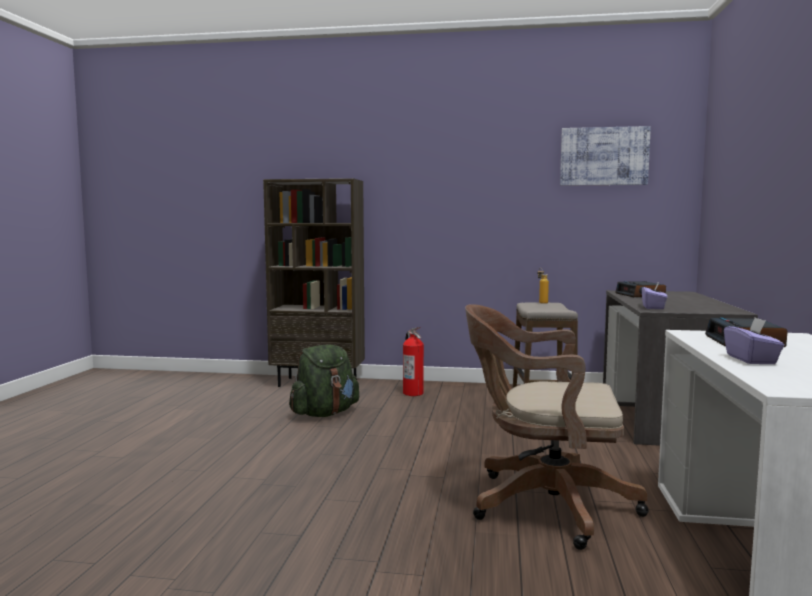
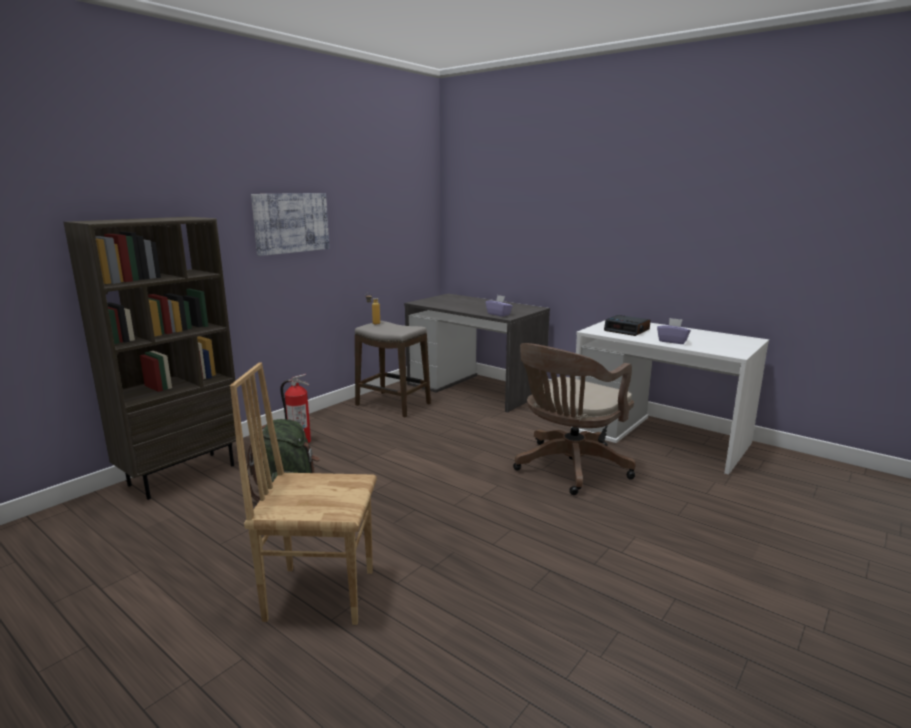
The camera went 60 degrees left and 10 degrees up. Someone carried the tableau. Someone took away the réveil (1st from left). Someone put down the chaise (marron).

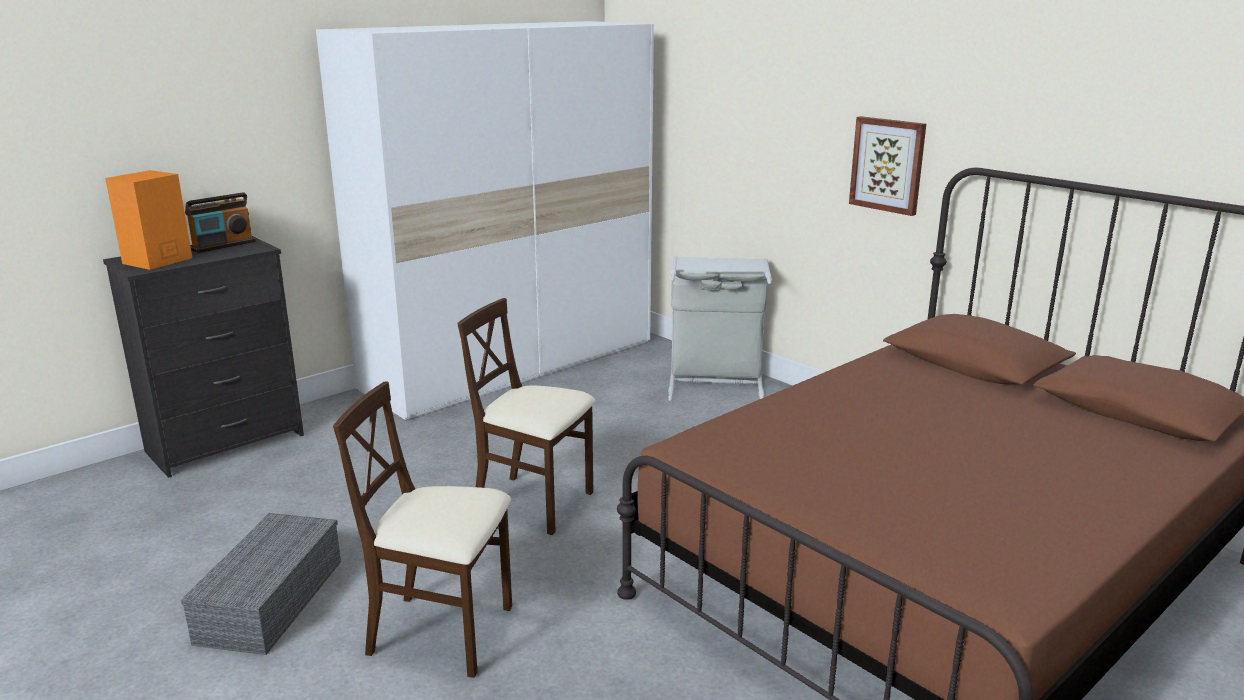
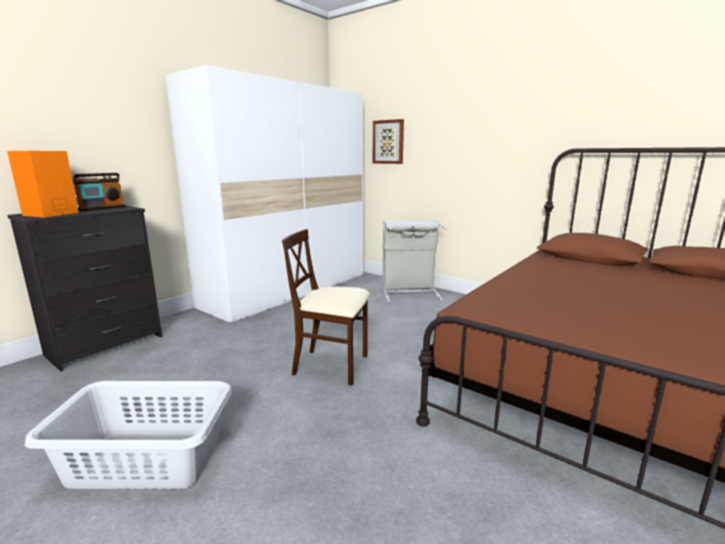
The camera went 10 degrees left and 5 degrees down. Someone carried the tableau. Someone took away the chaise (beige) (1st from left). Someone swapped the boîte de rangement (gris) for the panier à linge (gris) (1st from left).

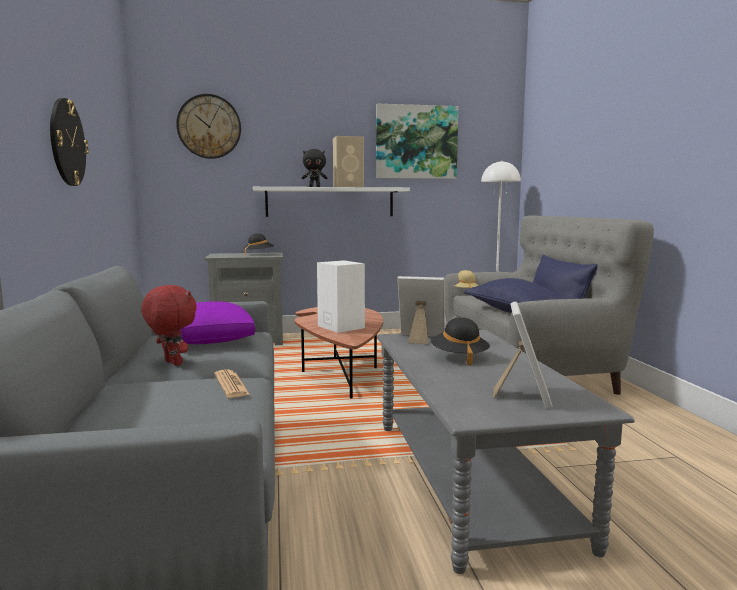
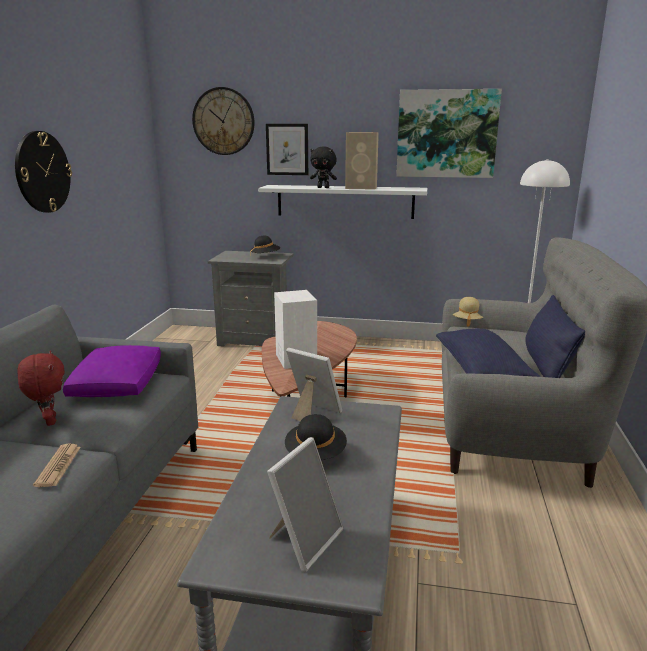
The camera went 20 degrees right and 10 degrees up. Someone put up the tableau (1st from left).

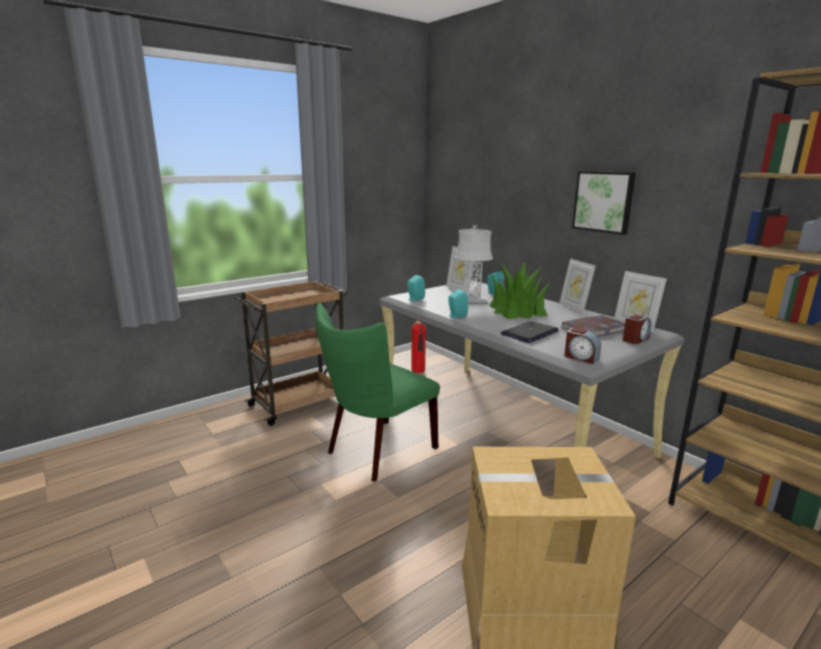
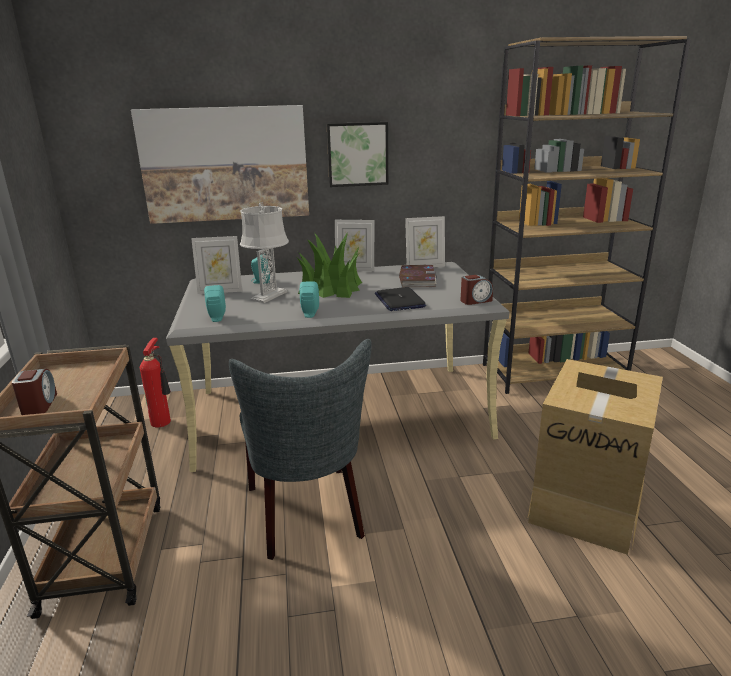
The camera went 60 degrees left and 5 degrees up. Someone repainted the chaise (vert), which became the chaise (gris). Someone carried the réveil (2nd from left in the first image). Someone put up the tableau (1st from left).

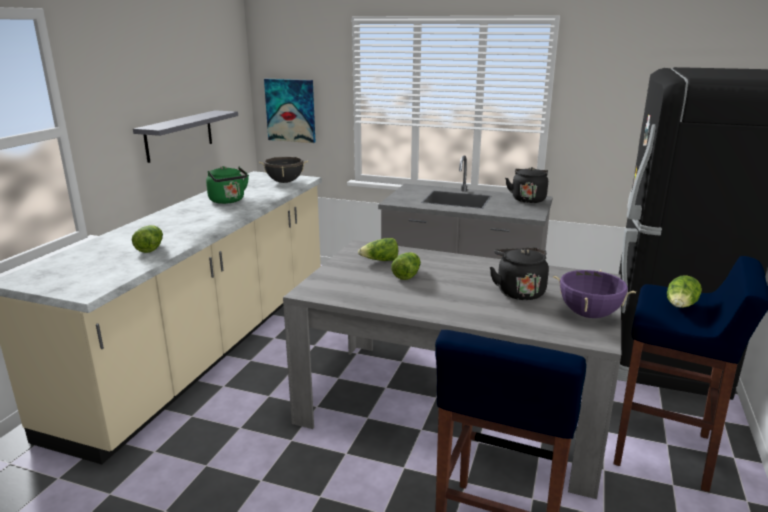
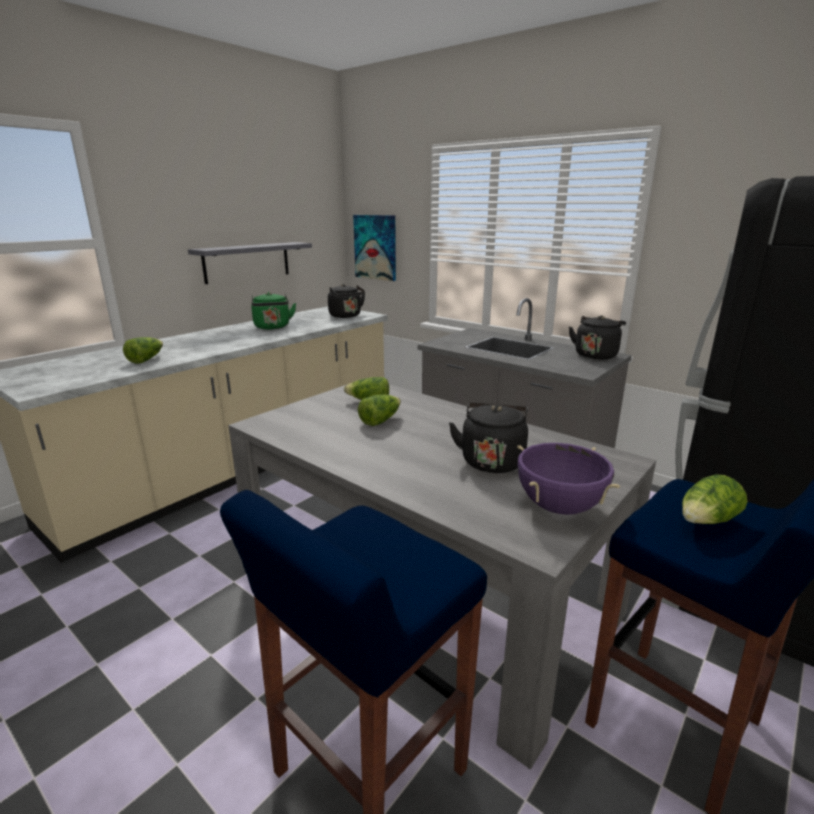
The camera went 20 degrees right and 0 degrees up. Someone swapped the marmite (noir) for the bouilloire (noir) (1st from left).

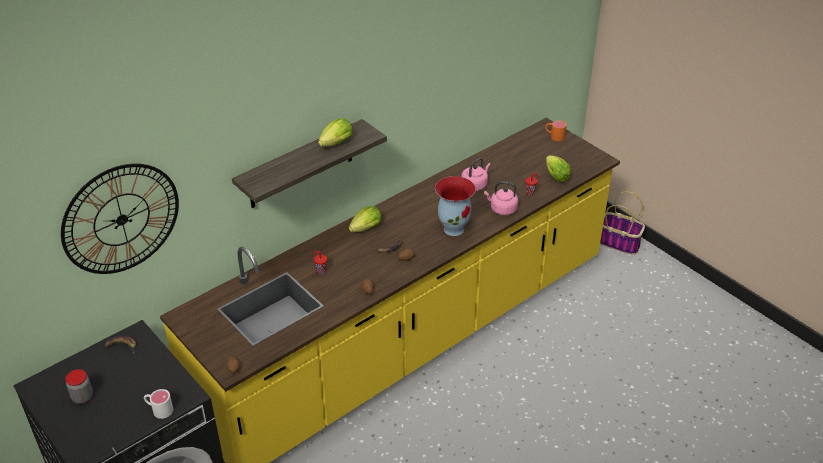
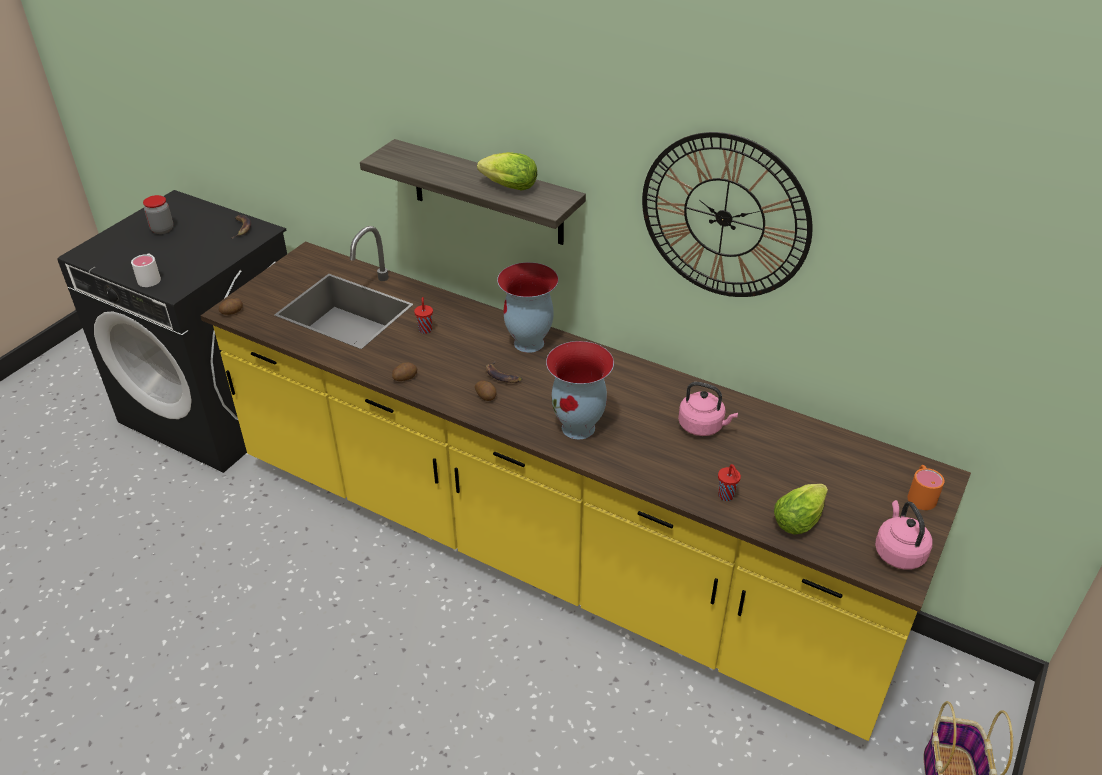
The camera went 70 degrees right and 0 degrees up. Someone carried the horloge murale. Someone carried the bouilloire (rose) (2nd from left). Someone swapped the laitue (2nd from left) for the vase (1st from left).

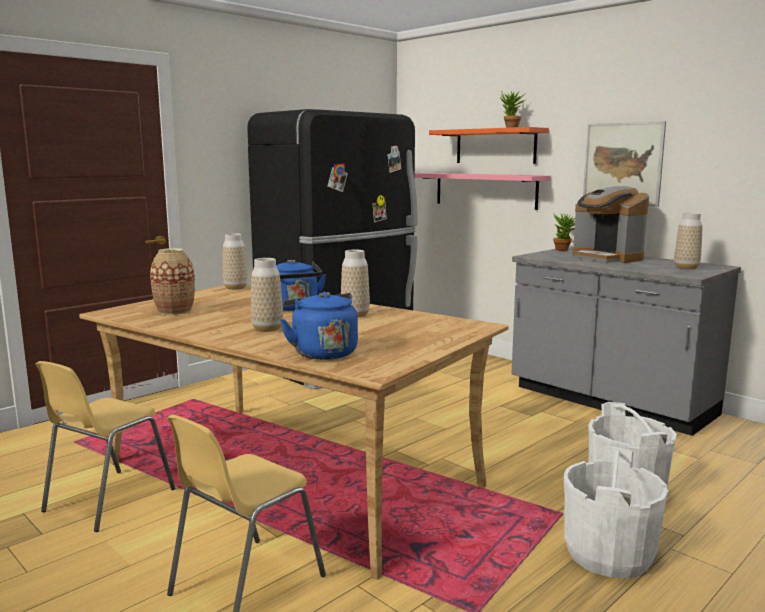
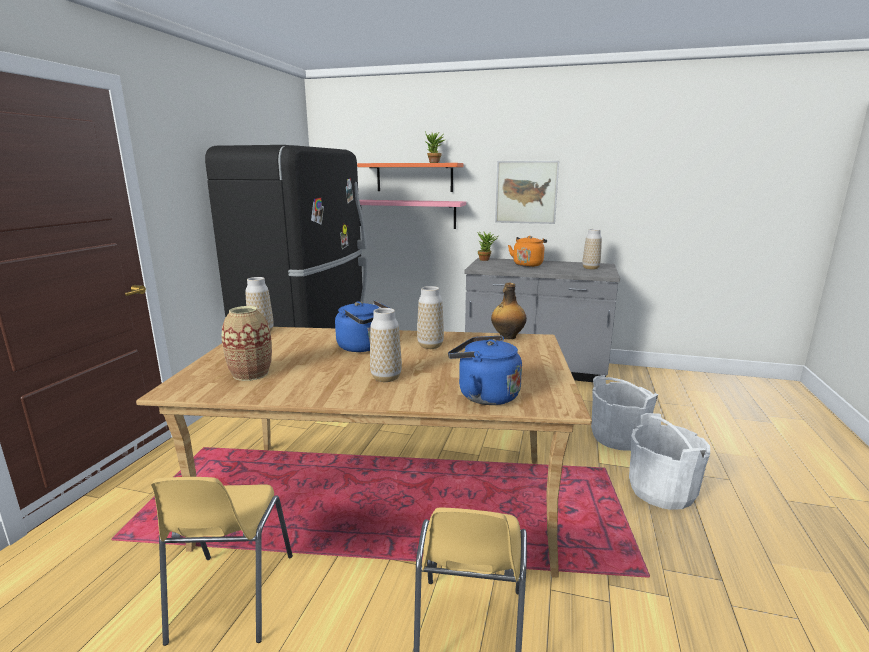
The camera went 30 degrees left and 5 degrees up. Someone swapped the machine à café for the bouilloire (orange). Someone put down the bouteille.

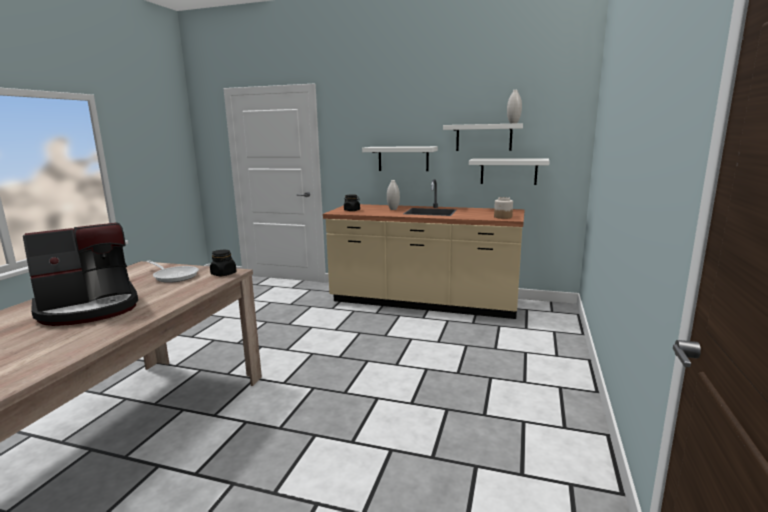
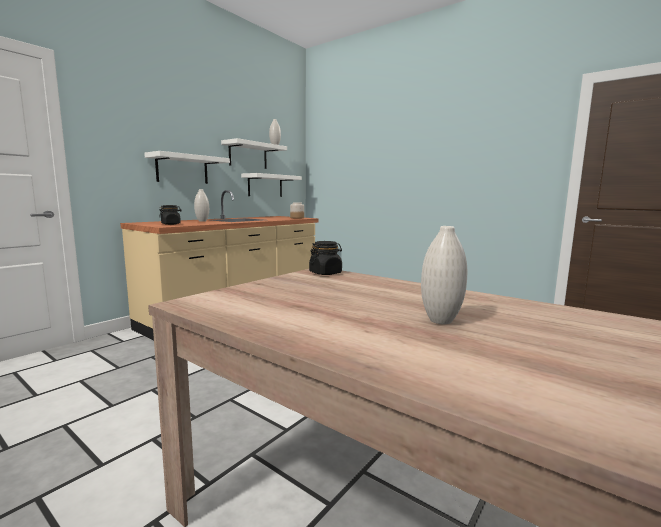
The camera went 70 degrees left and 5 degrees down. Someone swapped the machine à café for the vase (blanc) (3rd from left). Someone took away the poêle.

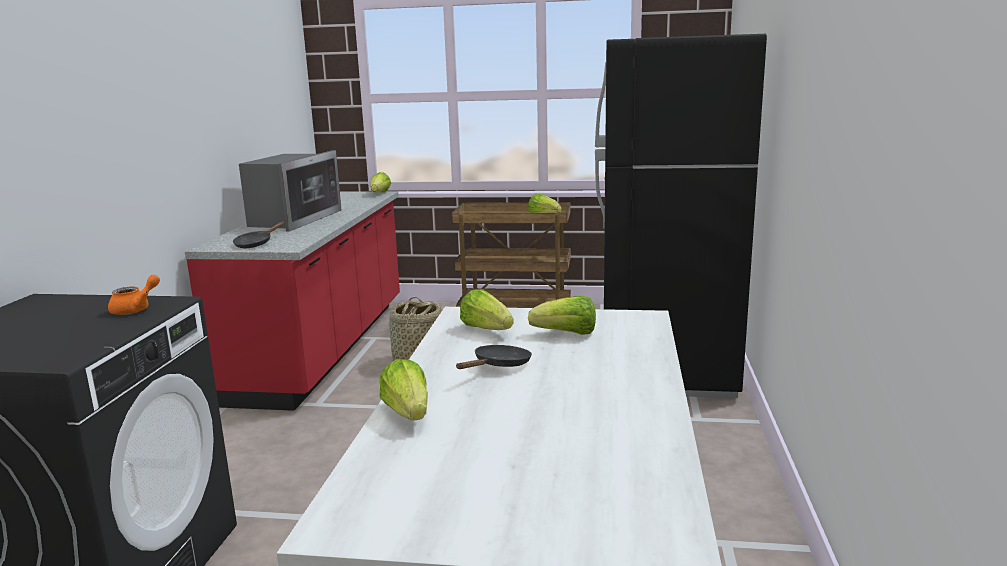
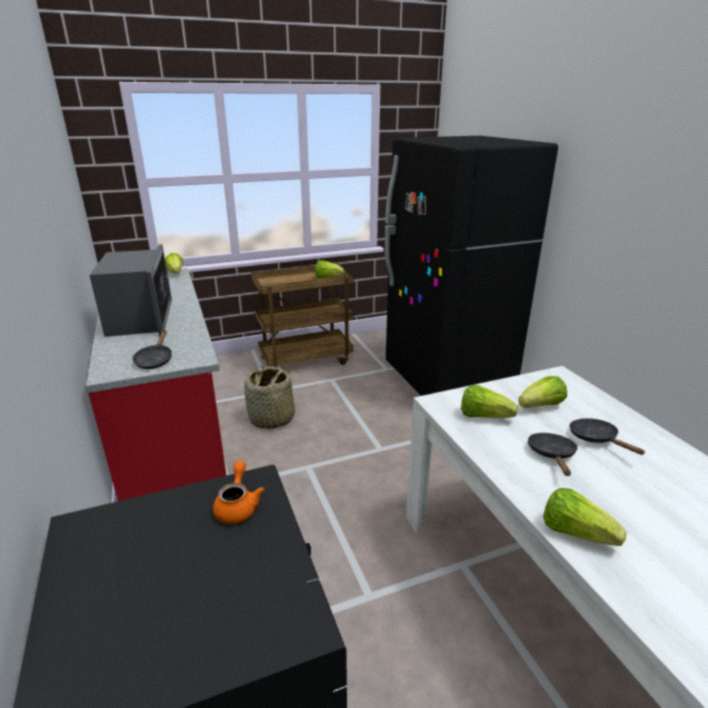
The camera went 30 degrees left and 10 degrees up. Someone put down the poêle (noir) (3rd from left).

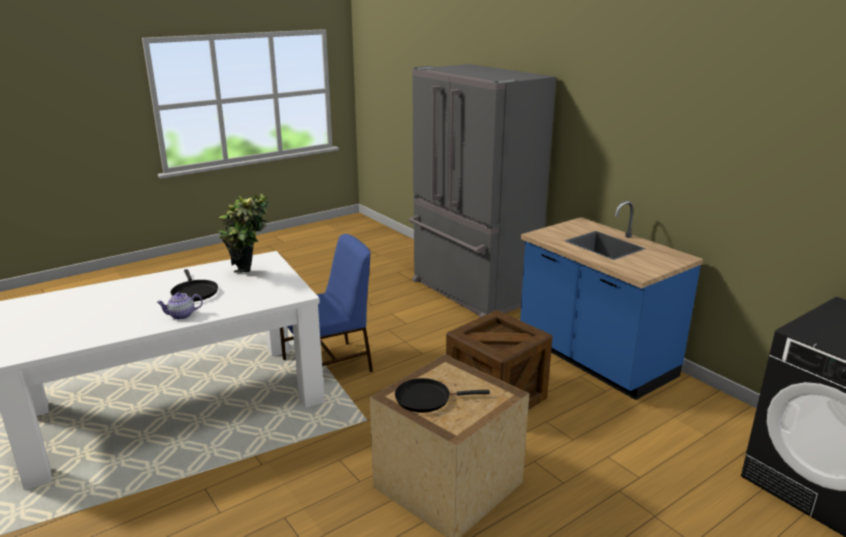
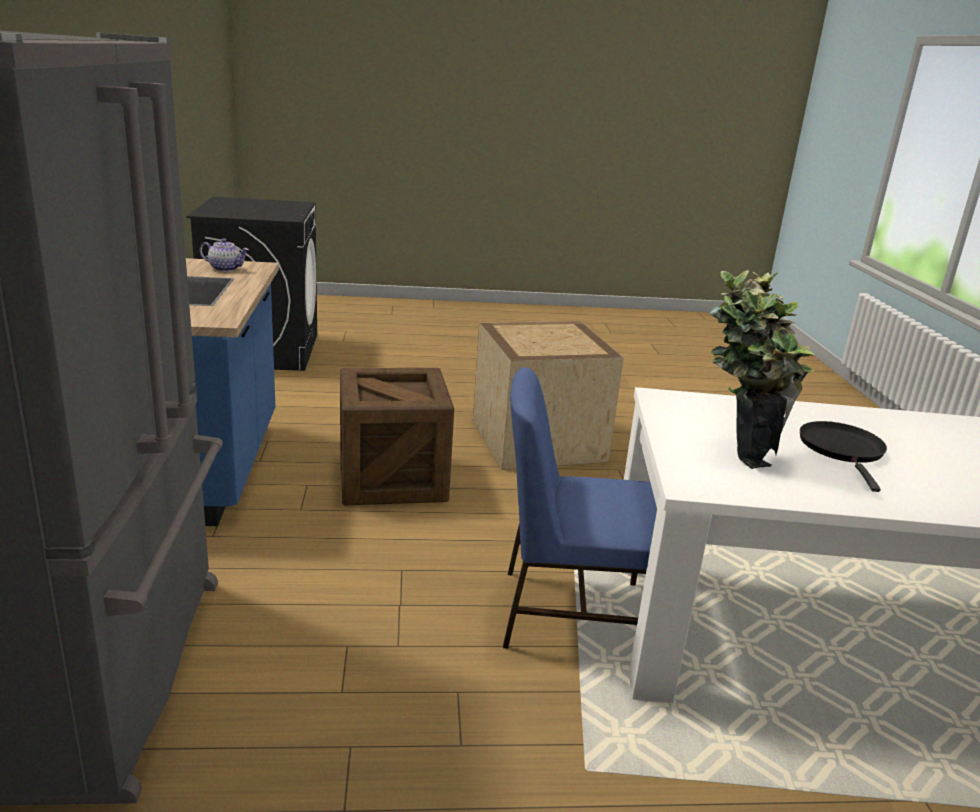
The camera went 150 degrees left and 0 degrees up. Someone carried the théière. Someone took away the poêle (noir) (2nd from left).

